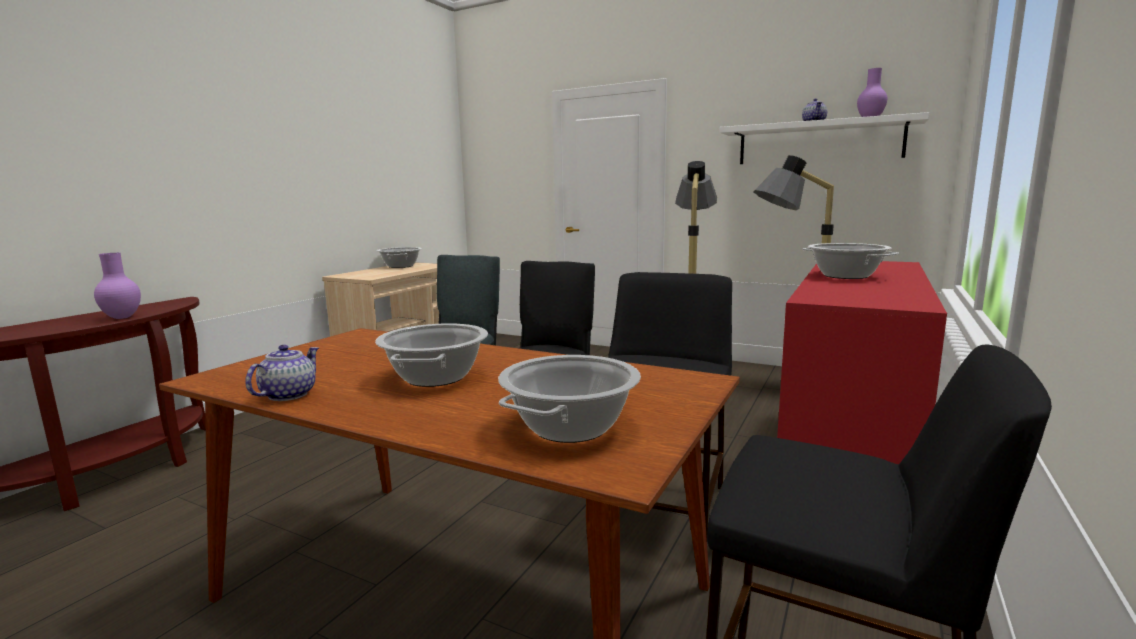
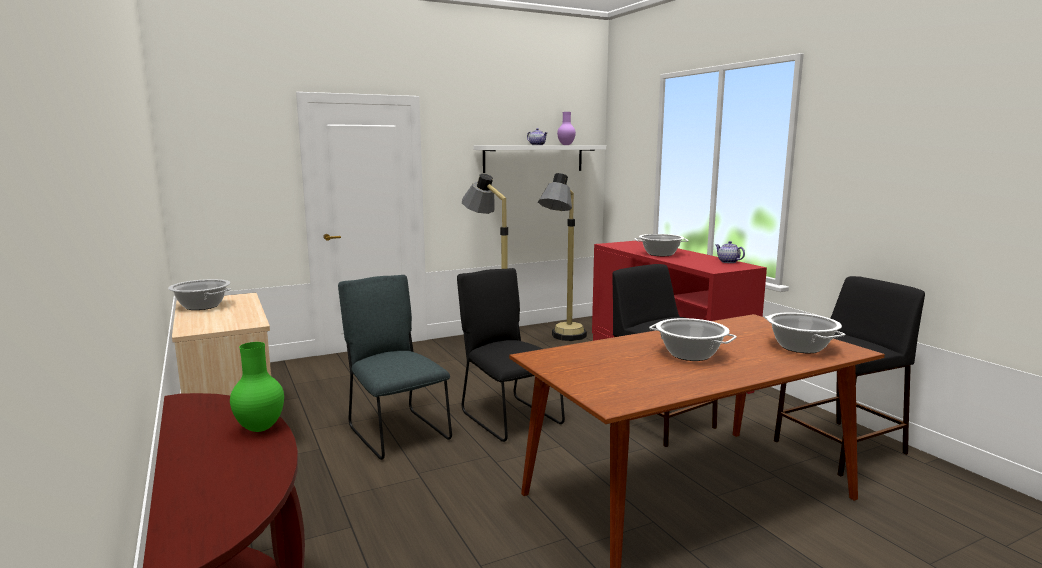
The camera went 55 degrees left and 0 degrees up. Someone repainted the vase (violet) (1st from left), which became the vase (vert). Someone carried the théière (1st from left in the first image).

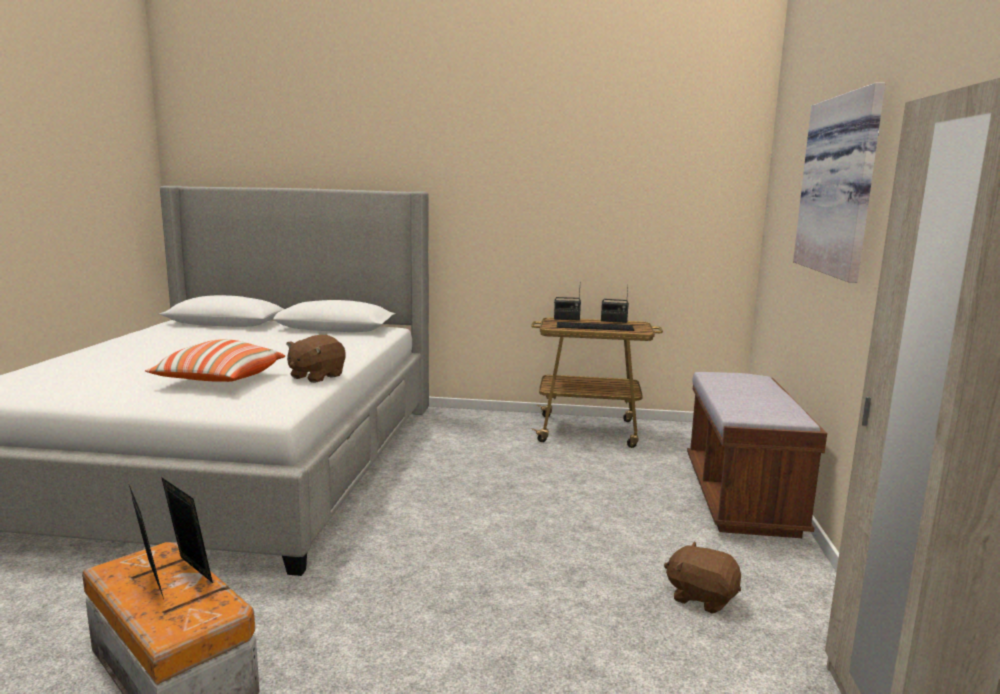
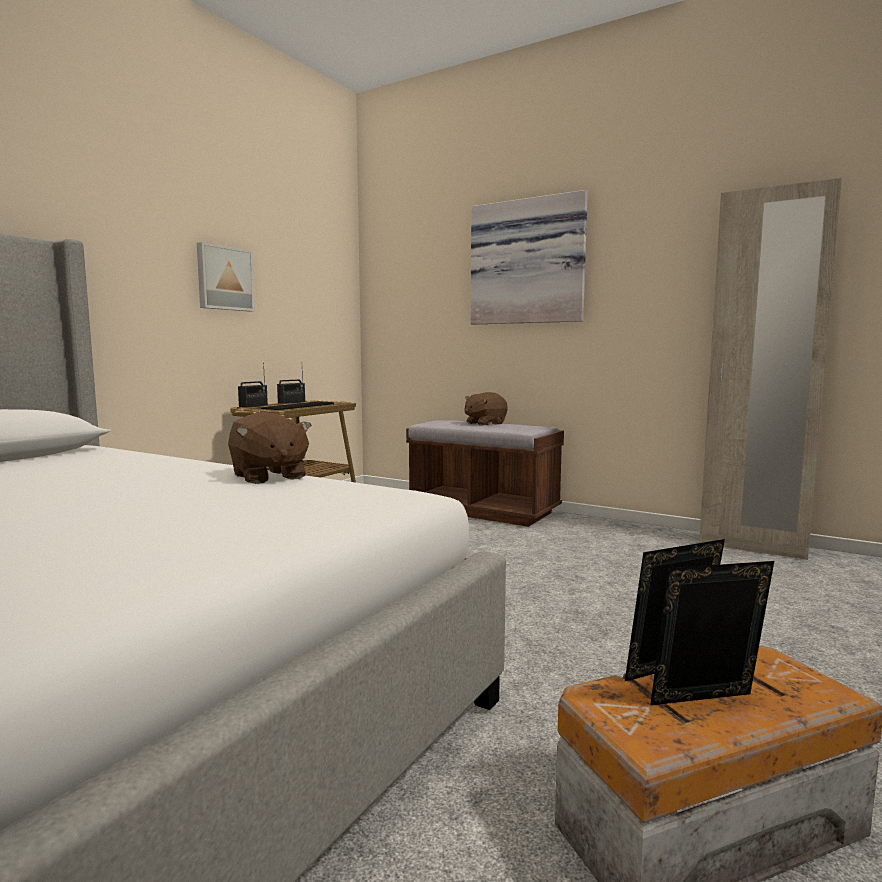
The camera went 65 degrees left and 5 degrees down. Someone took away the coussin. Someone carried the peluche (marron) (2nd from left). Someone put up the tableau (1st from left).

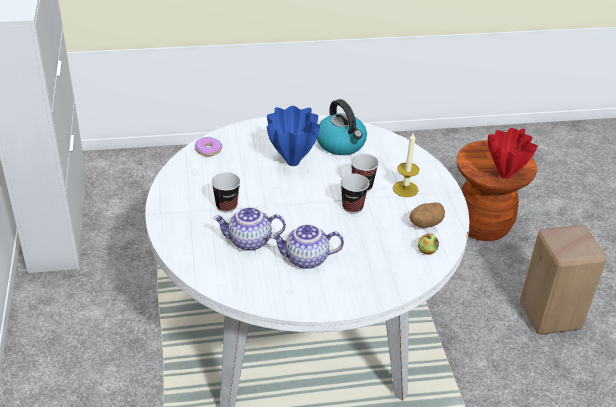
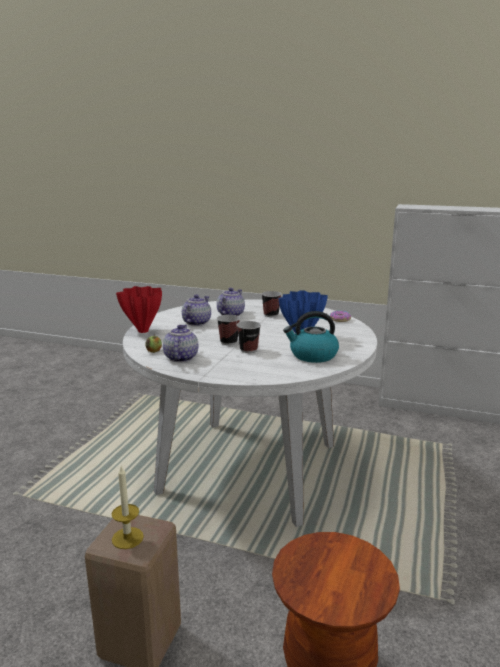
The camera went 120 degrees right and 20 degrees down. Someone carried the vase (rouge). Someone carried the bougie. Someone swapped the pomme de terre for the théière (1st from left).

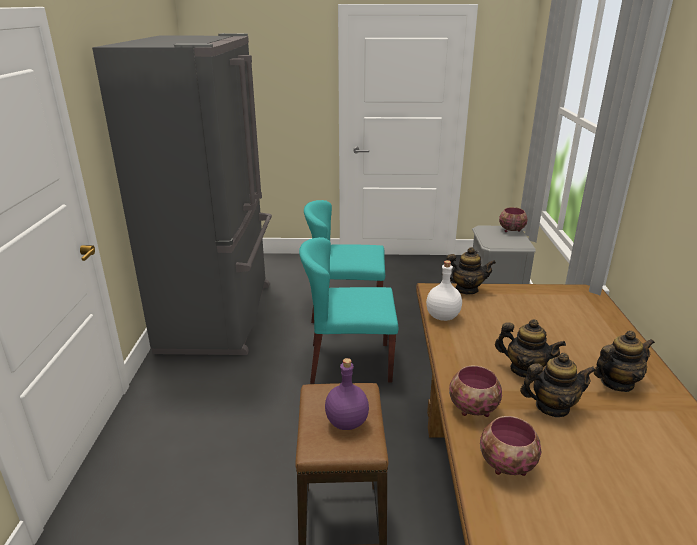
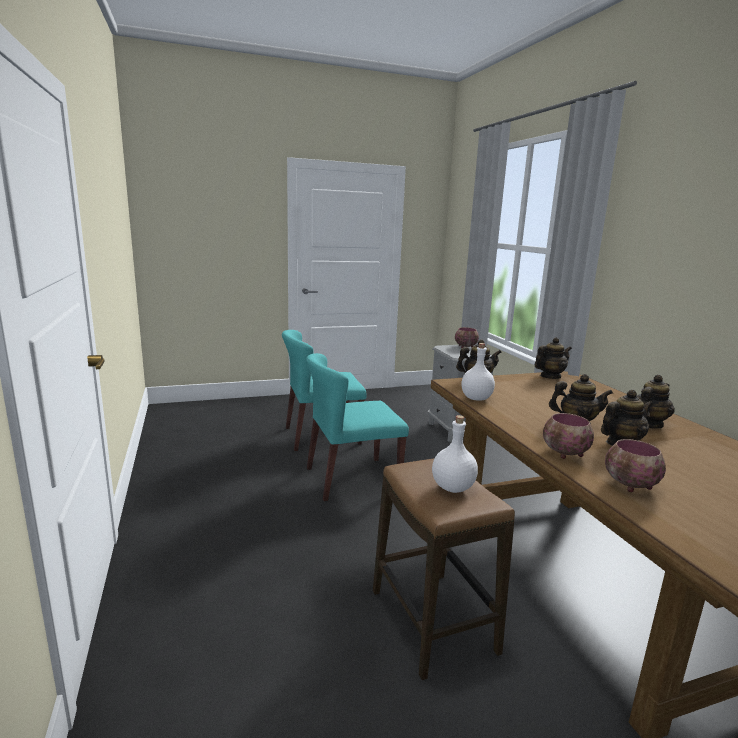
The camera went 20 degrees left and 10 degrees down. Someone took away the réfrigérateur (gris). Someone repainted the bouteille (violet), which became the bouteille (blanc) (1st from left). Someone put down the théière (2nd from left).

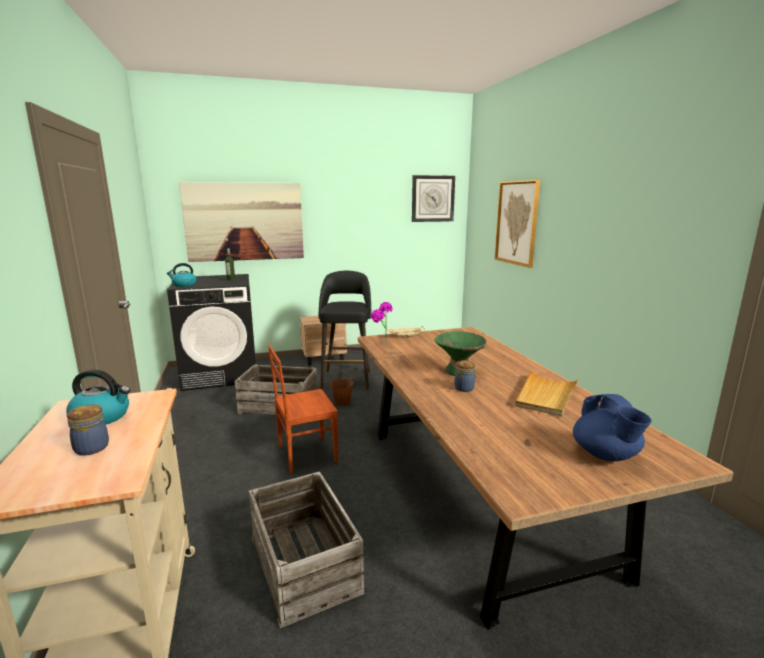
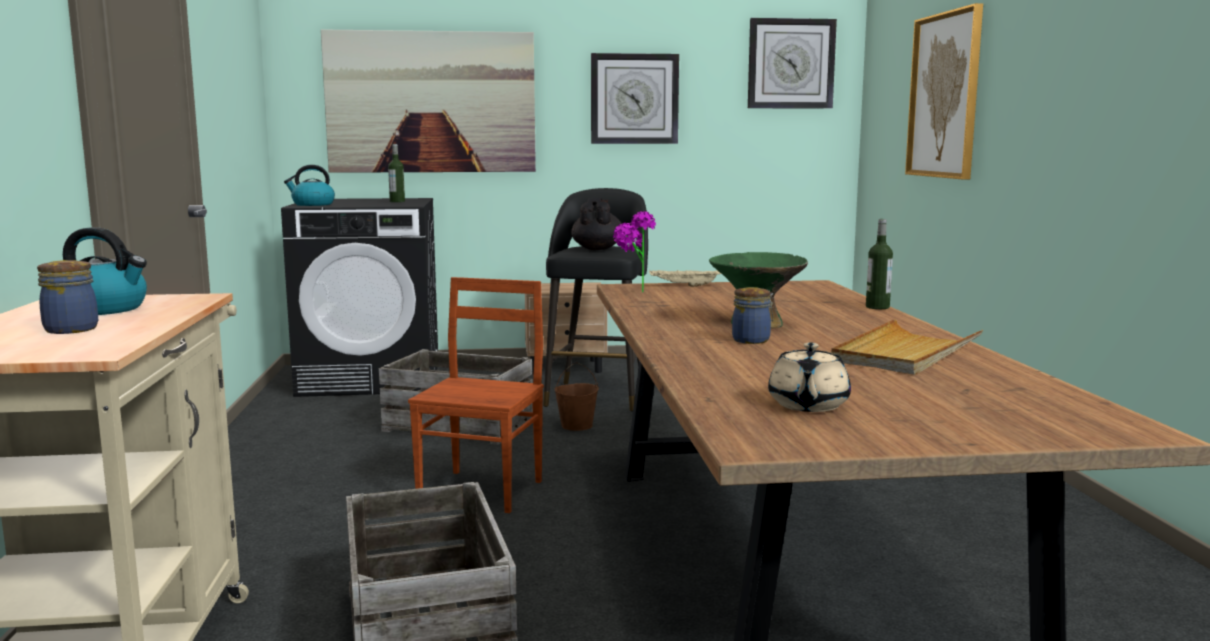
The camera went 10 degrees right and 5 degrees down. Someone rotated the chaise (marron) by 120 degrees clockwise. Someone took away the théière (bleu). Someone put up the horloge murale (1st from left). Someone put down the théière (noir). Someone put down the bouteille (2nd from left). Someone put down the théière (beige).

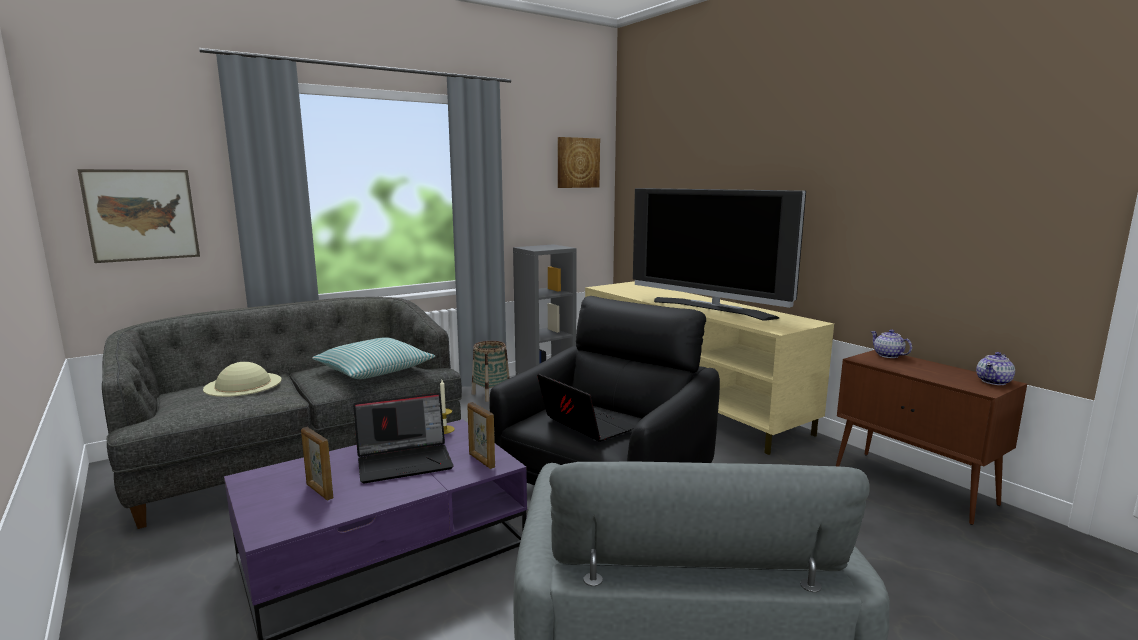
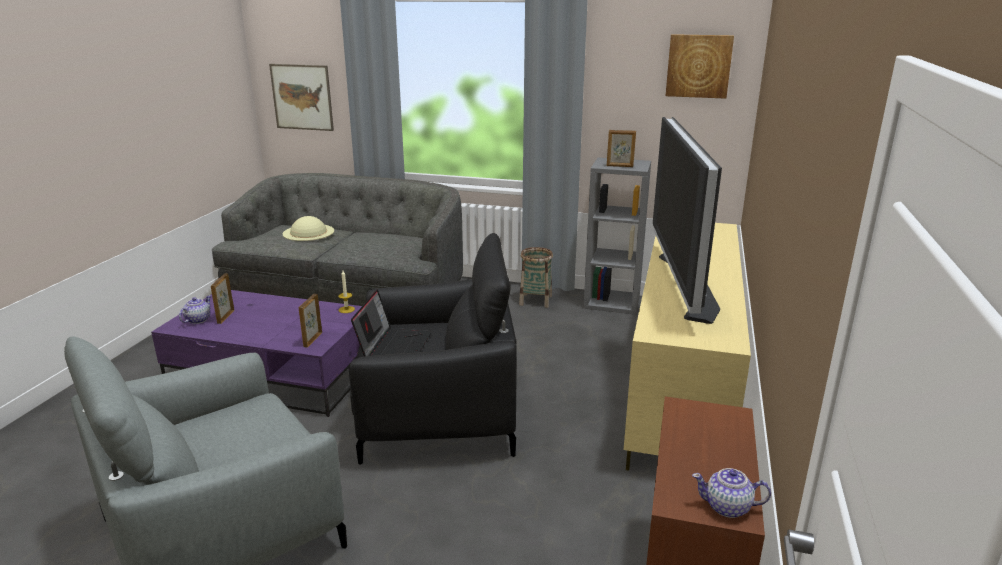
The camera went 50 degrees right and 10 degrees up. Someone carried the théière (1st from left). Someone took away the coussin. Someone took away the ordinateur portable (1st from left). Someone put down the cadre photo (3rd from left).

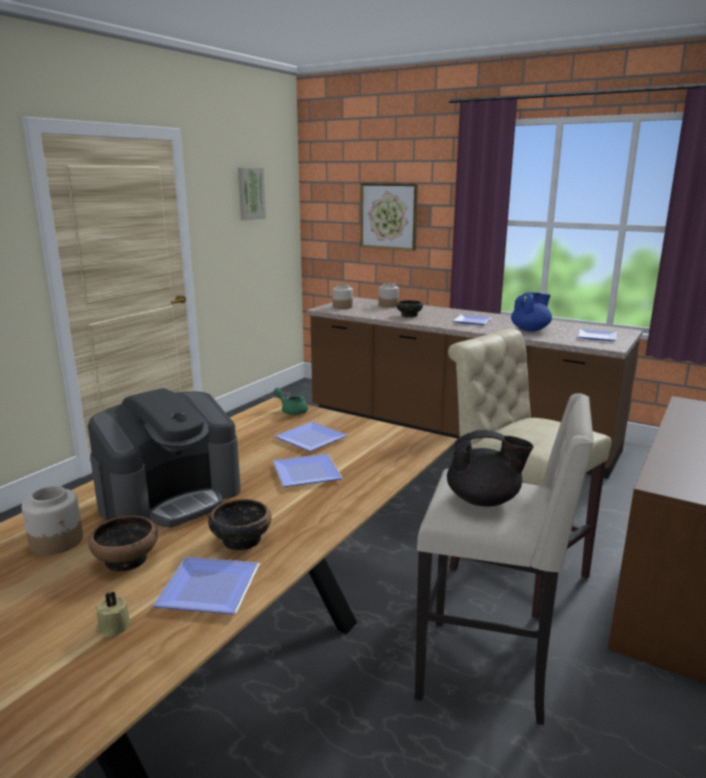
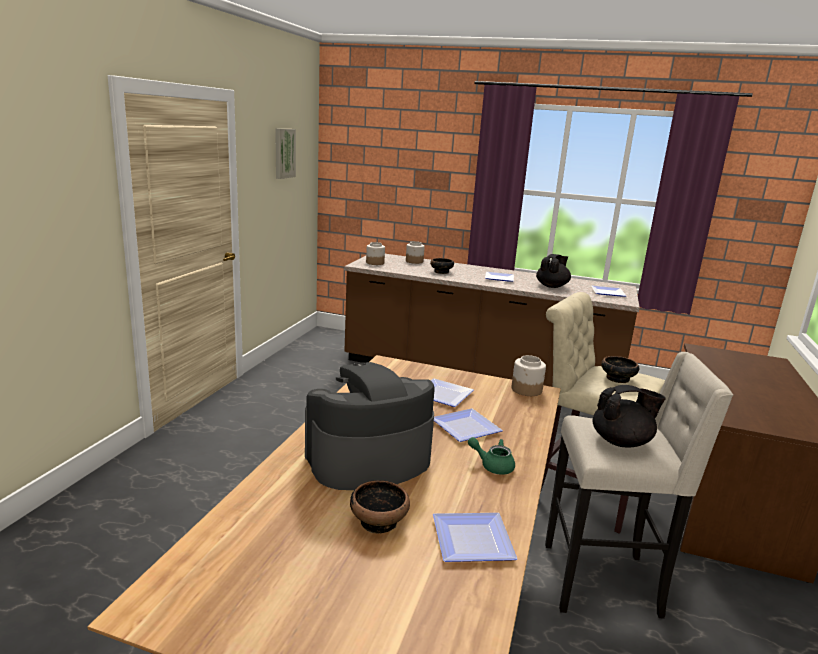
The camera went 15 degrees left and 0 degrees up. Someone took away the tableau (2nd from left). Someone repainted the théière (bleu), which became the théière (noir) (1st from left). Someone rotated the machine à café by 150 degrees counterclockwise. Someone carried the théière (vert). Someone carried the bocal (1st from left in the first image). Someone carried the bol (2nd from left in the first image). Someone took away the bougie (beige).

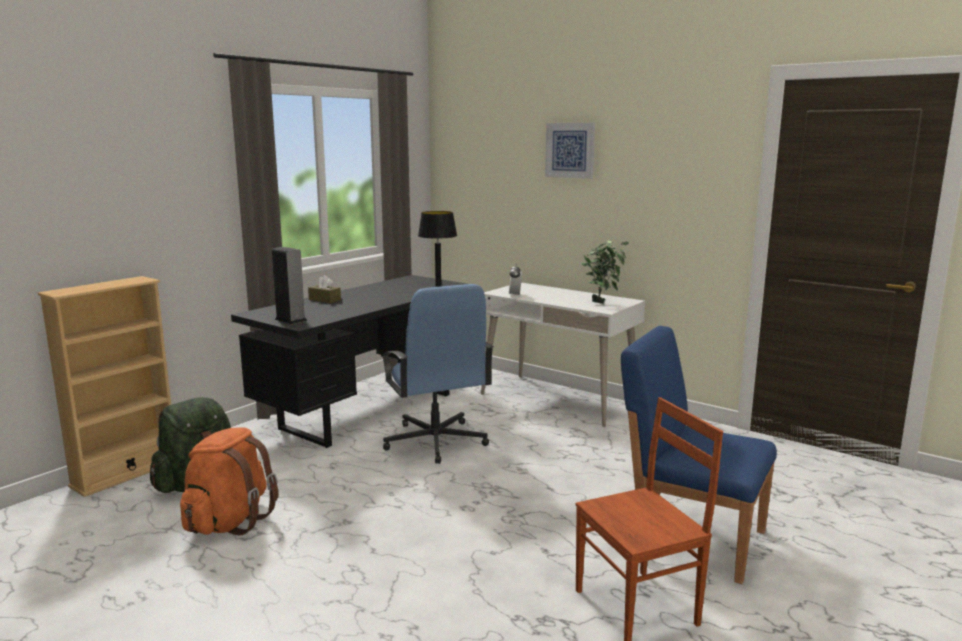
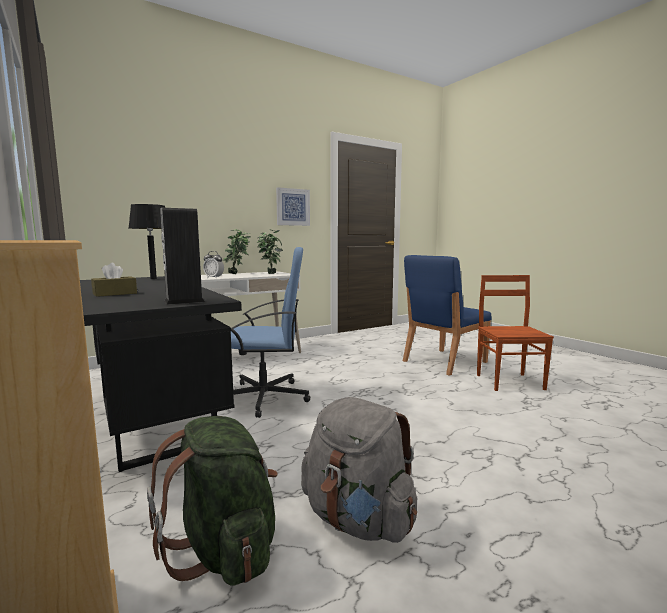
The camera went 70 degrees left and 5 degrees down. Someone carried the tableau. Someone repainted the sac à dos (orange), which became the sac à dos (gris). Someone put down the plante en pot (1st from left).

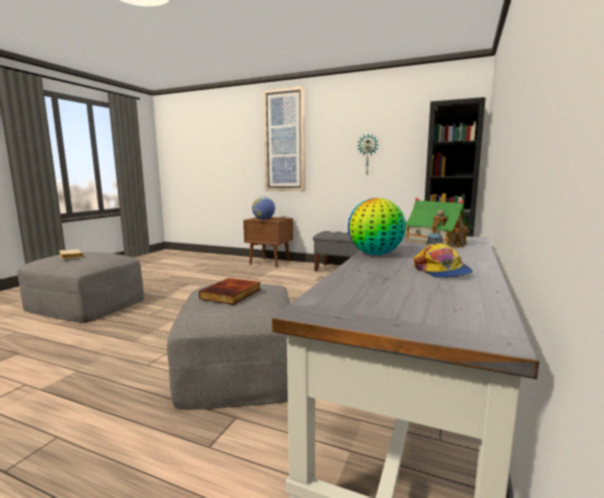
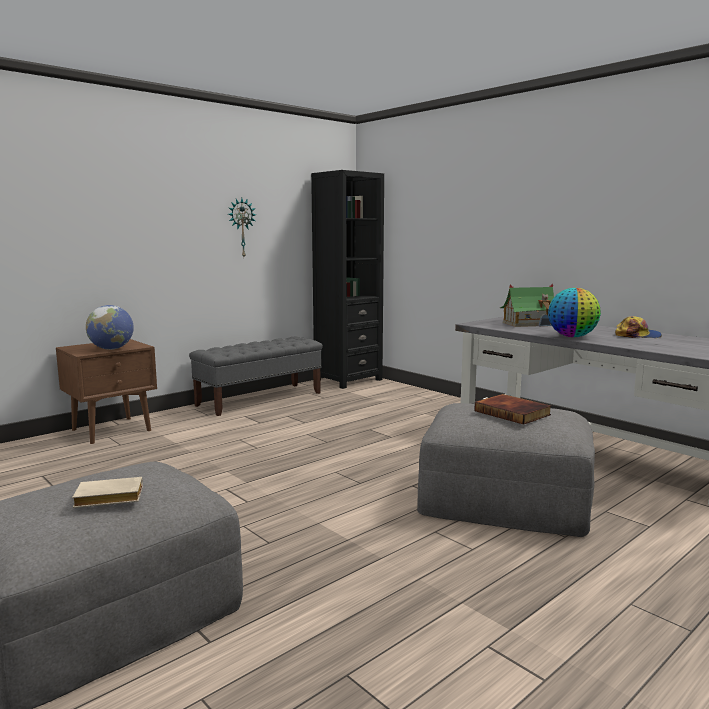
The camera went 65 degrees left and 0 degrees up. Someone took away the tableau.

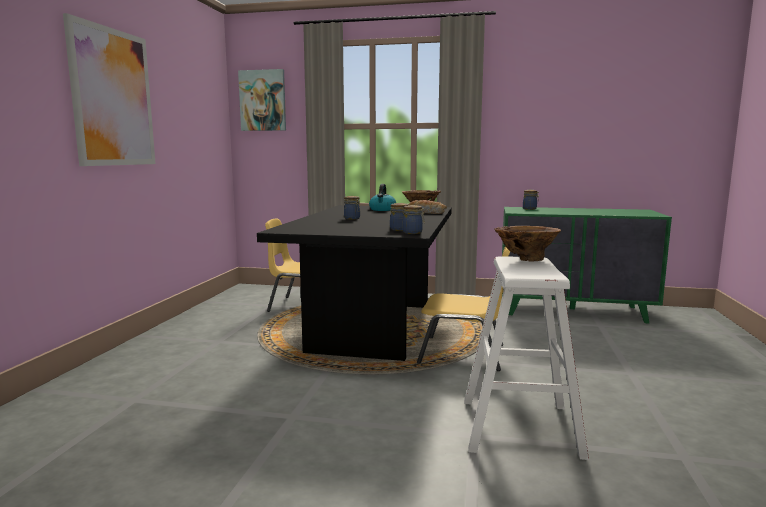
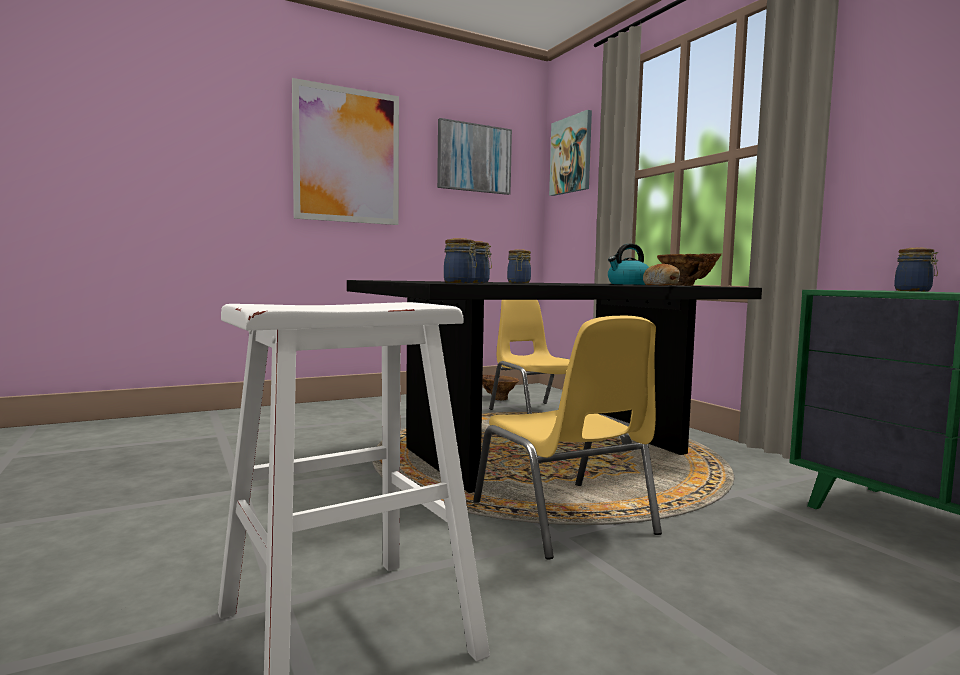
The camera went 50 degrees right and 5 degrees down. Someone carried the vase (marron) (2nd from left in the first image). Someone put up the tableau (2nd from left).

